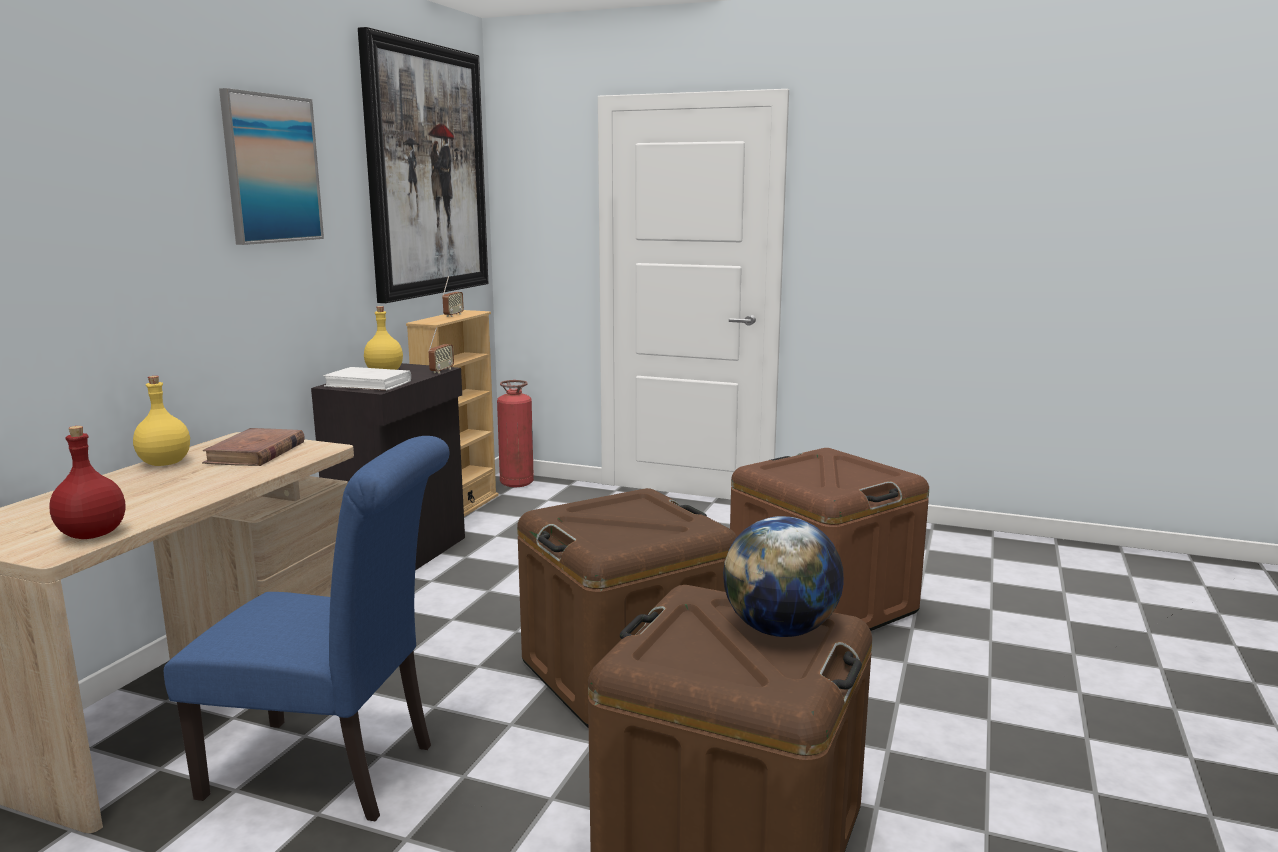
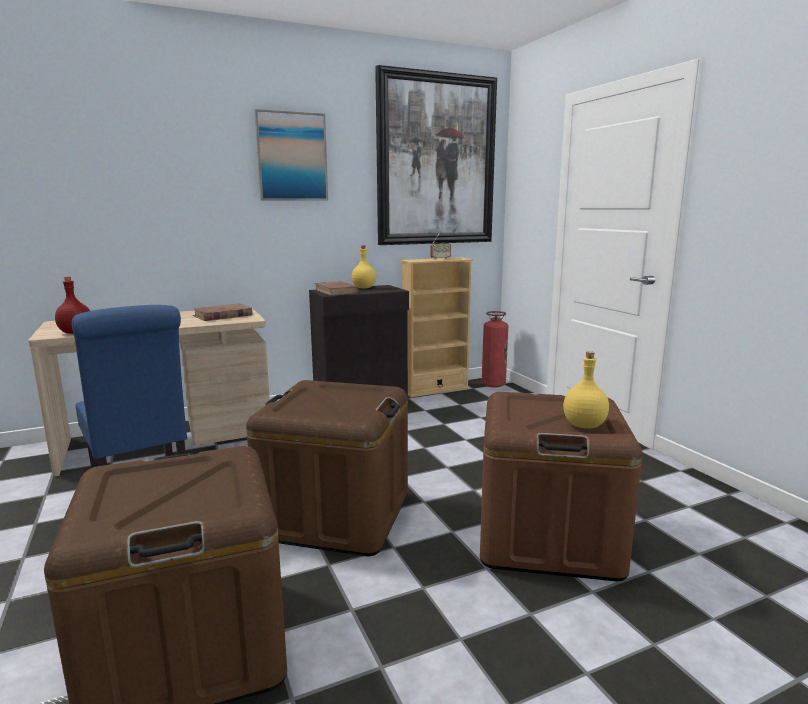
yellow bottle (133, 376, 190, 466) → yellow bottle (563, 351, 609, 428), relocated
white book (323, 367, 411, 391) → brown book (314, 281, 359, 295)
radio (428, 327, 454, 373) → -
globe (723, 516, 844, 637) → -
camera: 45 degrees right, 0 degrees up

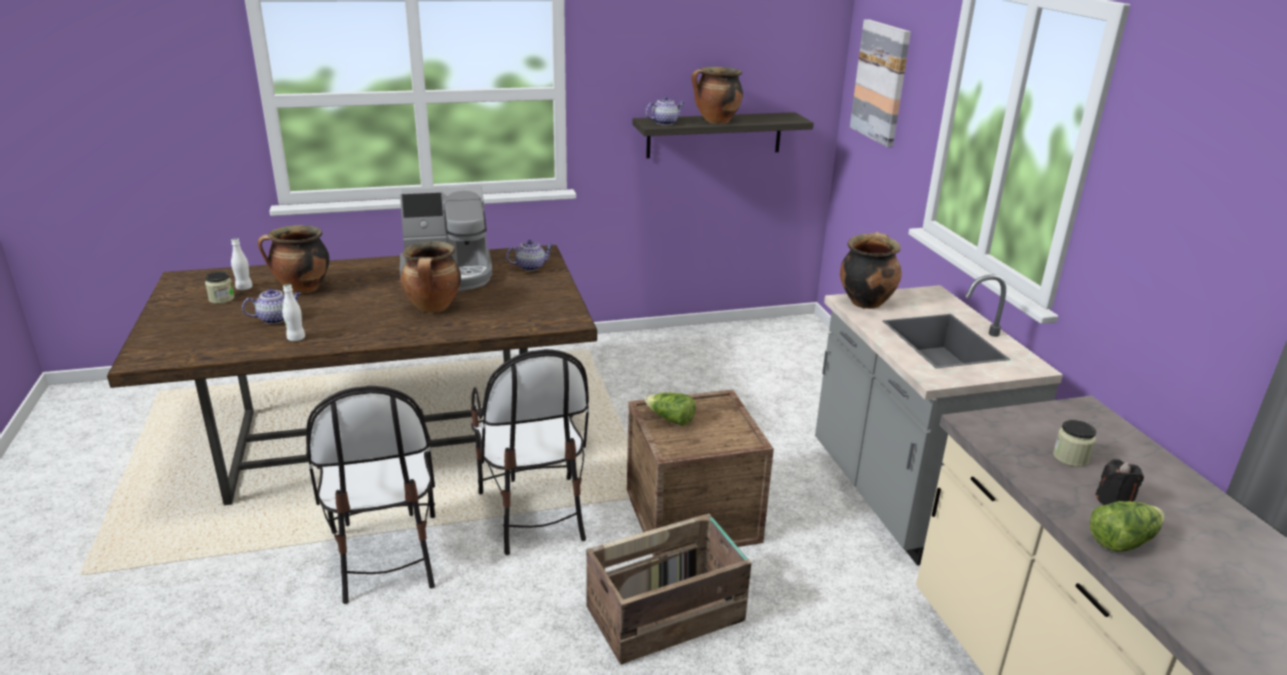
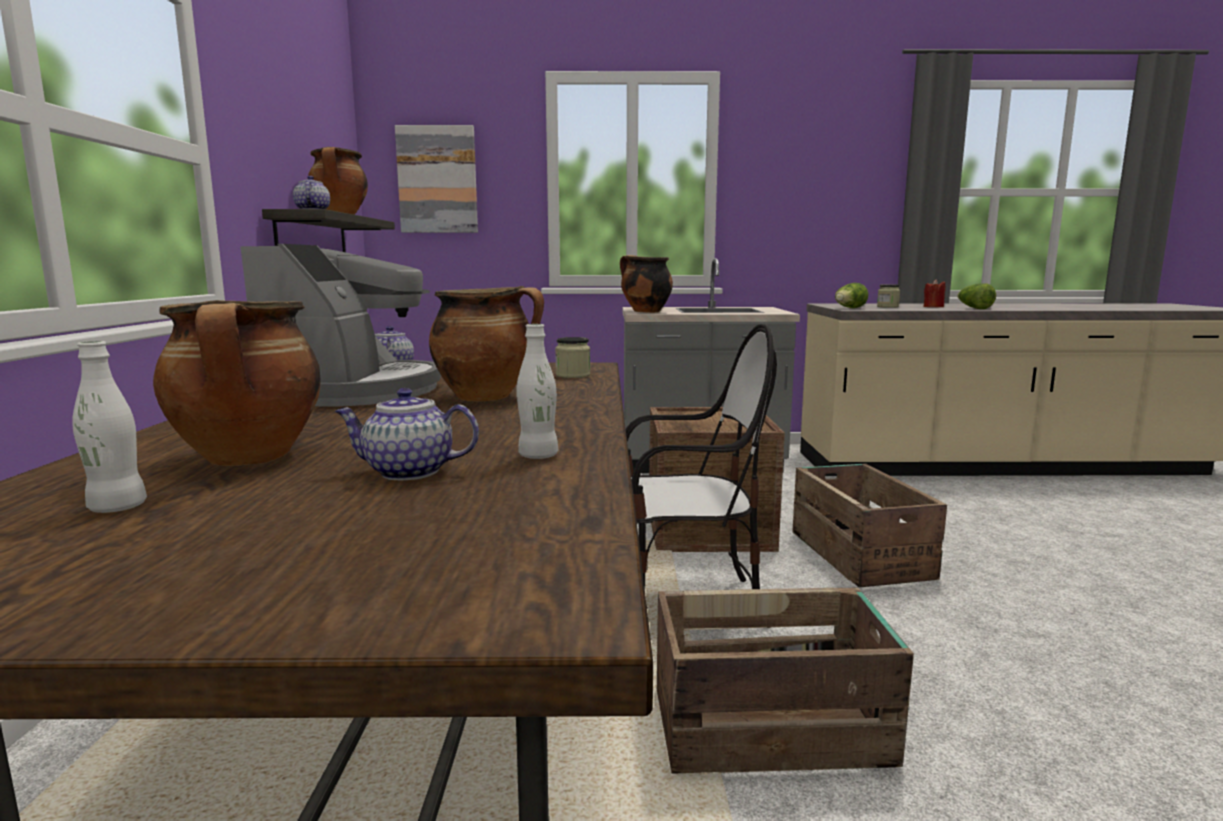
jar (205, 272, 234, 304) → jar (555, 337, 590, 378), relocated
teapot (242, 289, 301, 324) → teapot (335, 388, 479, 480), 75 degrees counterclockwise
chair (306, 386, 435, 604) → crate (657, 587, 914, 774)
lettuce (645, 392, 696, 426) → lettuce (835, 283, 868, 308), relocated
black candle (1095, 459, 1144, 505) → red candle (923, 279, 945, 307)
camera: 75 degrees left, 15 degrees down

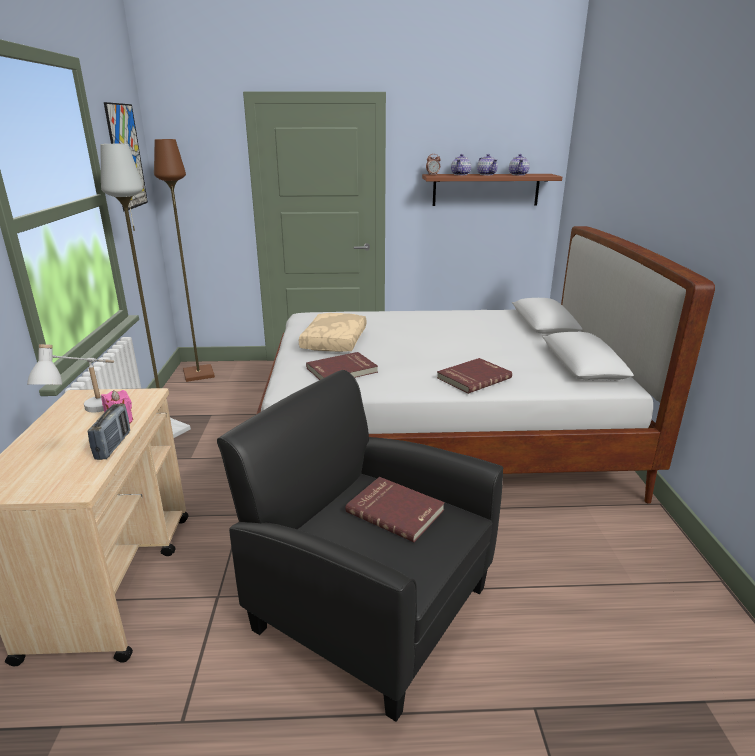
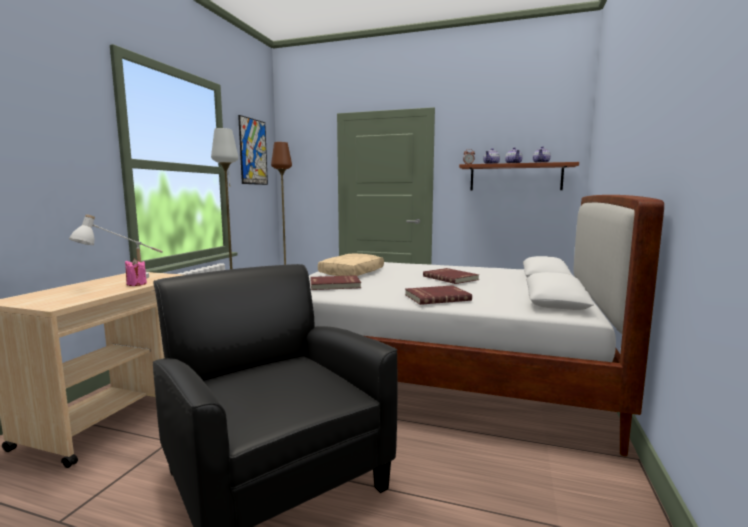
radio (88, 404, 130, 460) → -
red book (345, 477, 445, 542) → red book (423, 268, 479, 284), relocated
camera: 20 degrees right, 15 degrees down

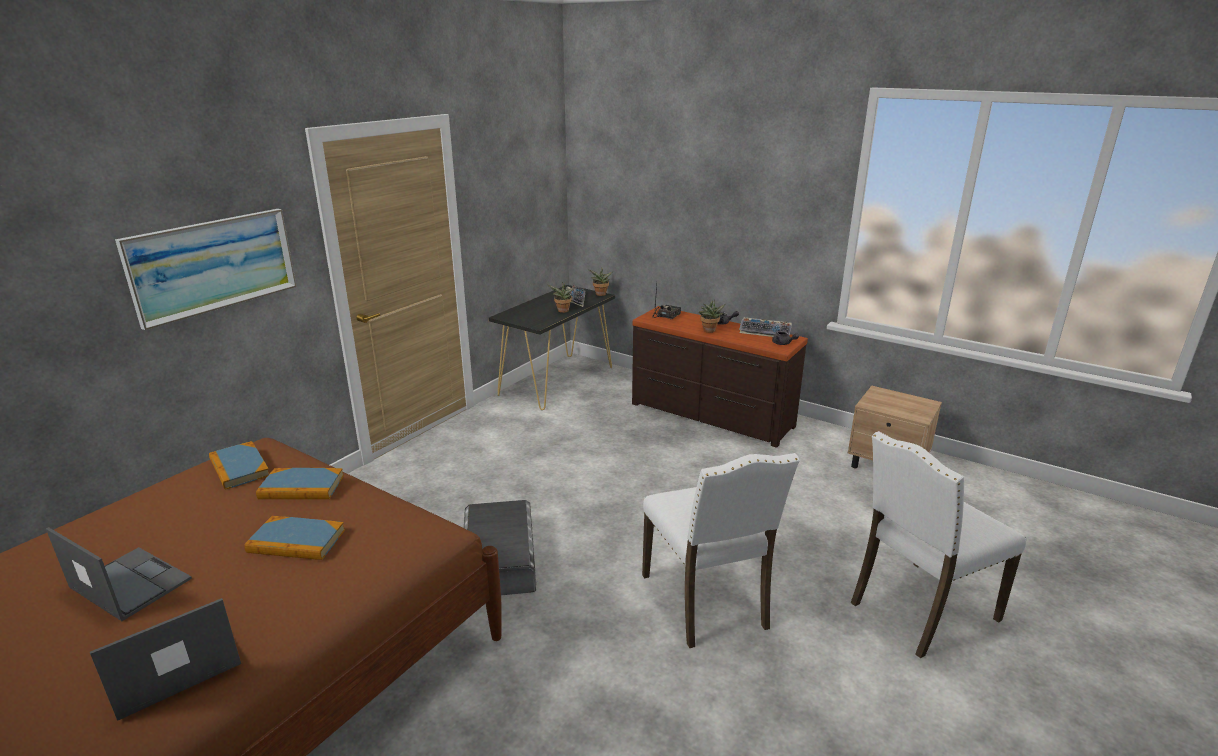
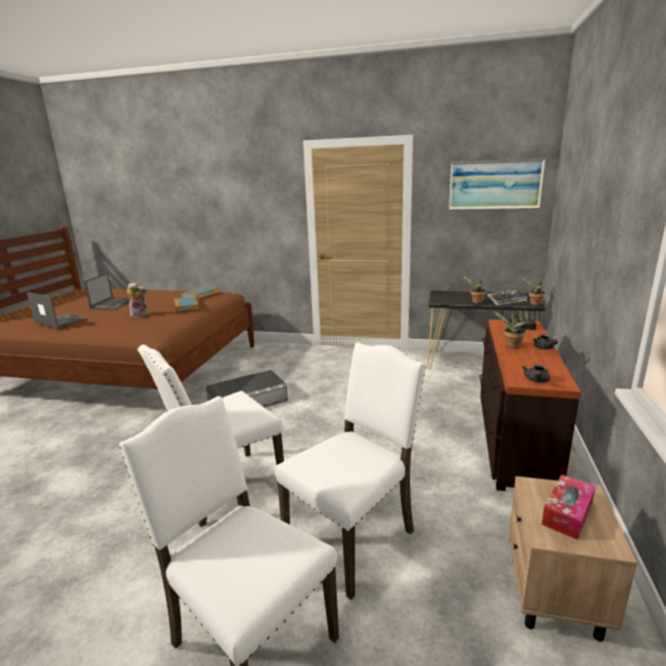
picture (115, 209, 297, 330) → picture (448, 158, 546, 210), relocated
book (244, 516, 345, 560) → plush toy (127, 283, 148, 317)
keyboard (739, 317, 792, 337) → -
- → white chair (275, 342, 427, 600)
- → tissue box (541, 474, 596, 540)
camera: 70 degrees right, 5 degrees down

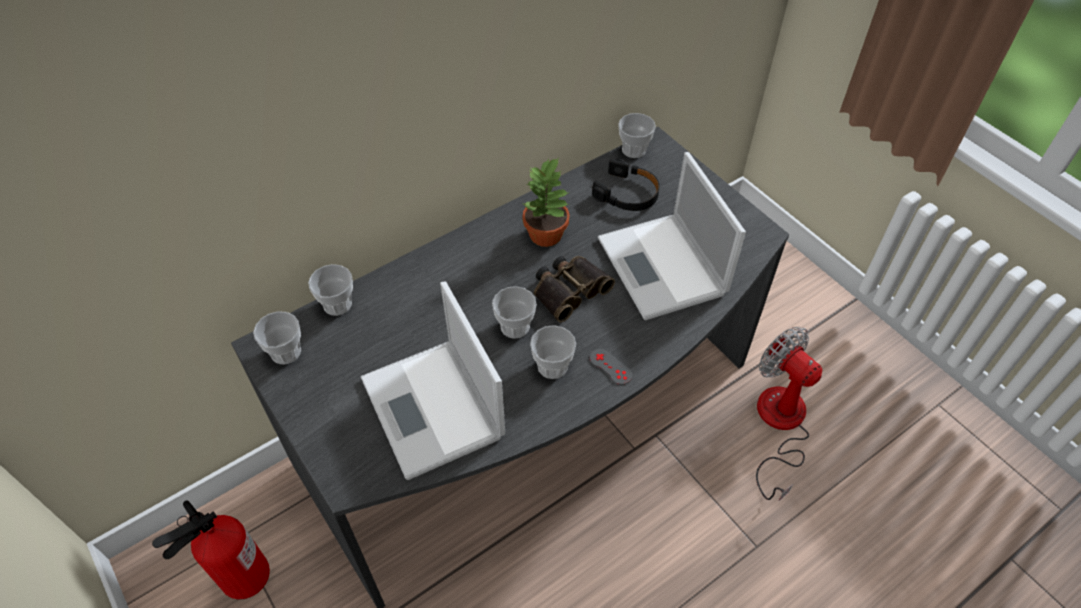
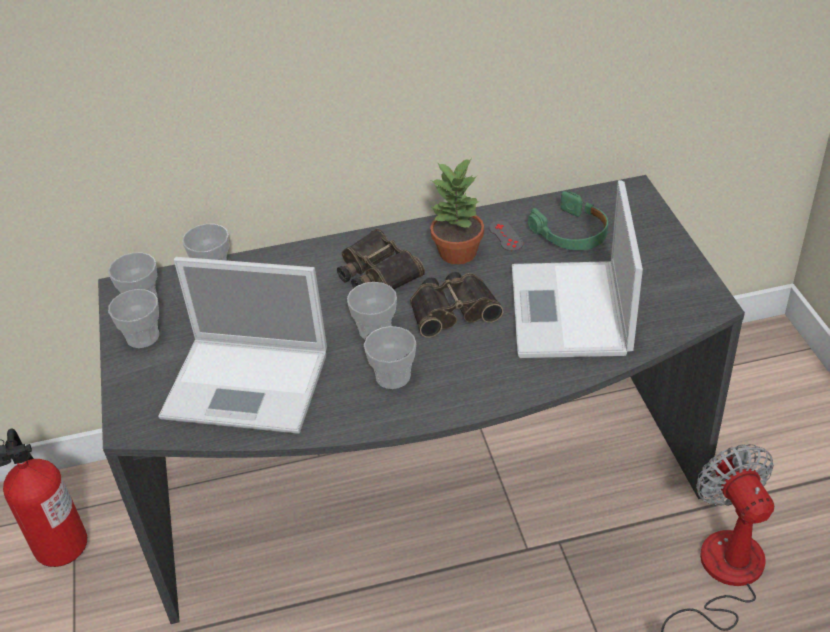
laptop (361, 282, 505, 480) → laptop (158, 257, 327, 434), 75 degrees counterclockwise
grey game controller (590, 349, 632, 385) → grey game controller (489, 221, 523, 251), relocated
black headphones (592, 159, 660, 211) → green headphones (528, 191, 608, 250)
cup (618, 113, 656, 158) → cup (108, 289, 159, 348), relocated
- → binoculars (337, 228, 425, 289)
camera: 25 degrees right, 10 degrees down

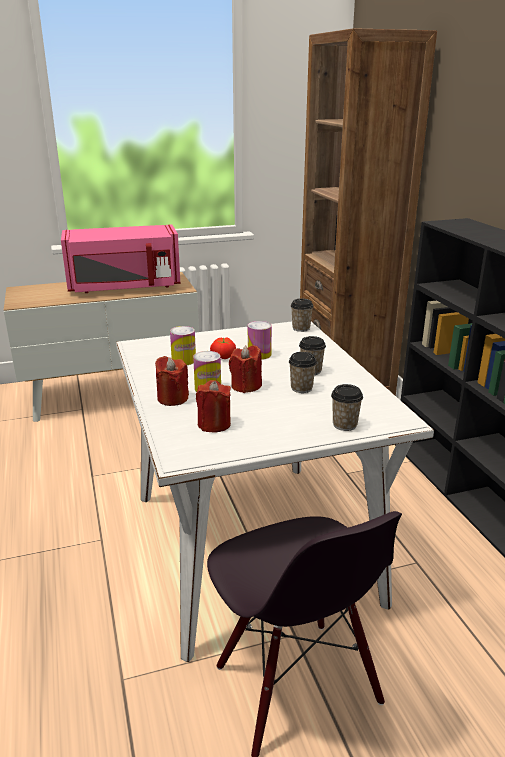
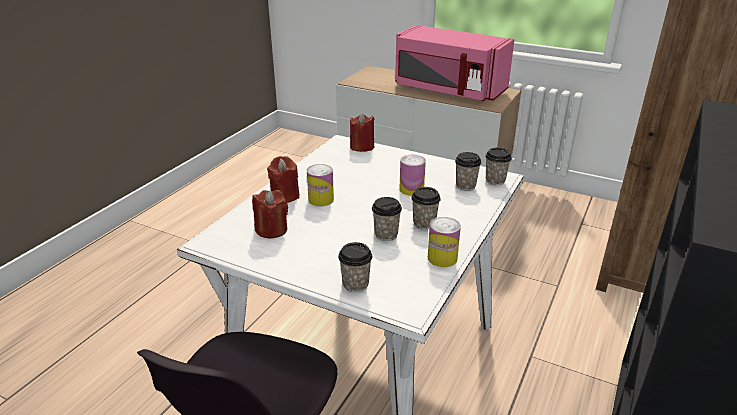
can (170, 326, 196, 365) → can (428, 217, 461, 267), relocated
tomato (210, 337, 236, 359) → -
red candle (229, 345, 262, 393) → red candle (350, 113, 375, 152), relocated
- → cup (455, 152, 481, 190)
camera: 45 degrees right, 5 degrees up

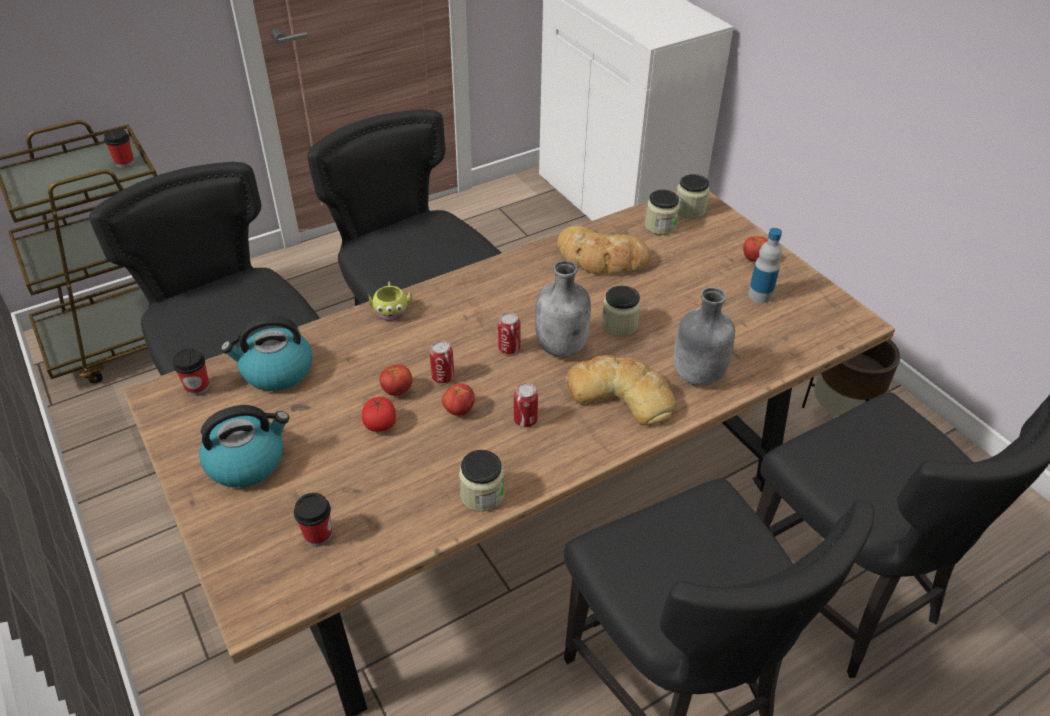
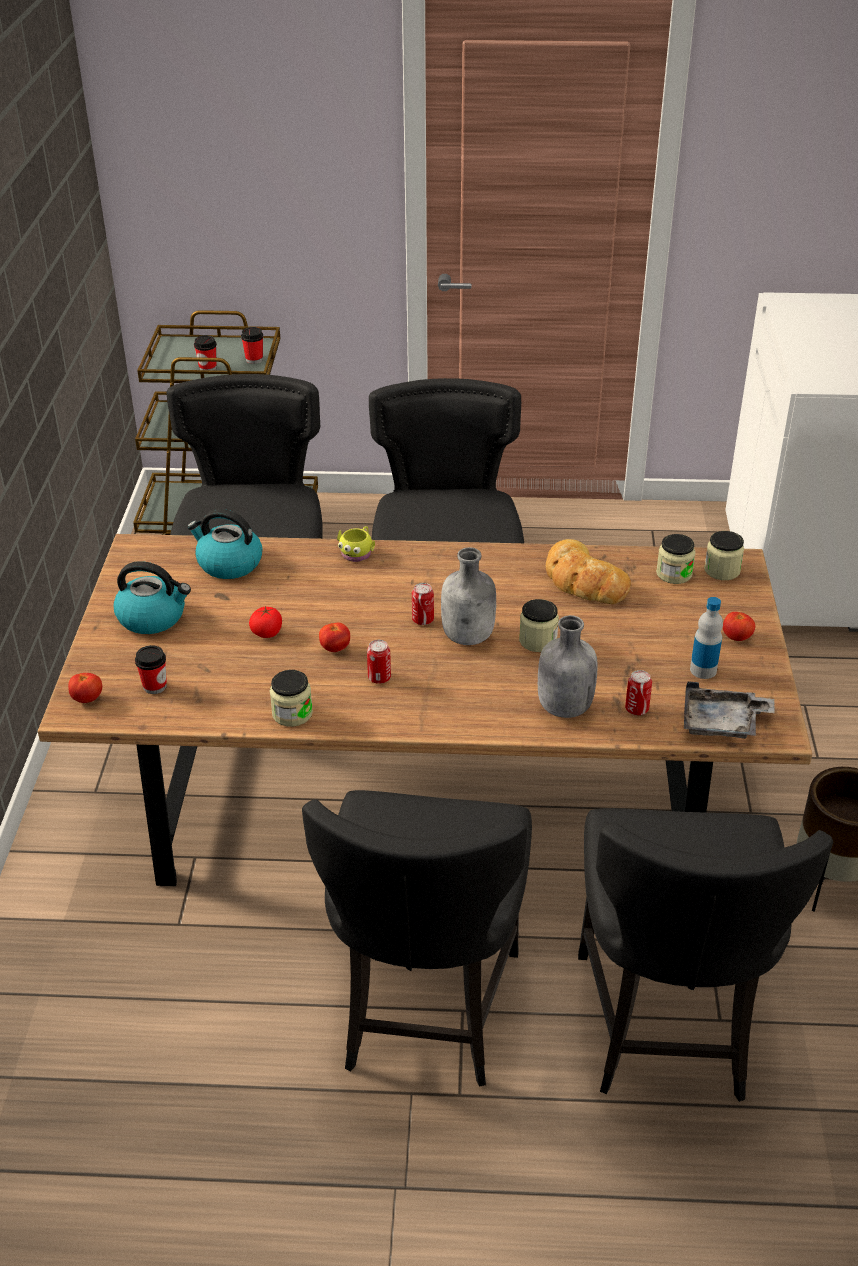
cup (173, 348, 210, 396) → cup (194, 335, 217, 370), relocated
tomato (379, 365, 412, 396) → tomato (68, 673, 102, 703), relocated
can (430, 340, 454, 383) → can (625, 670, 652, 715), relocated
bread (566, 355, 675, 425) → -
- → grey tray (684, 682, 775, 739)
camera: 35 degrees right, 5 degrees down

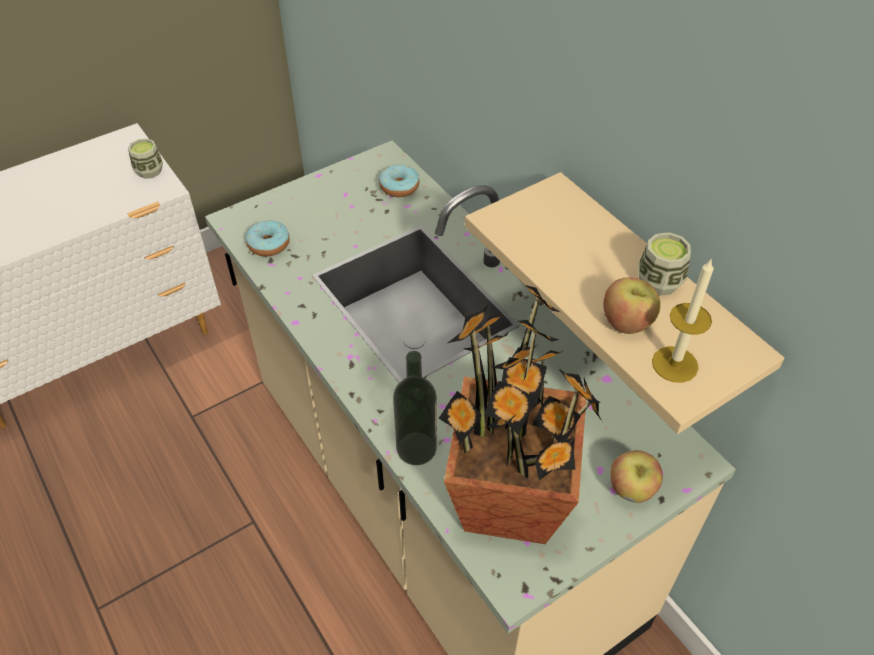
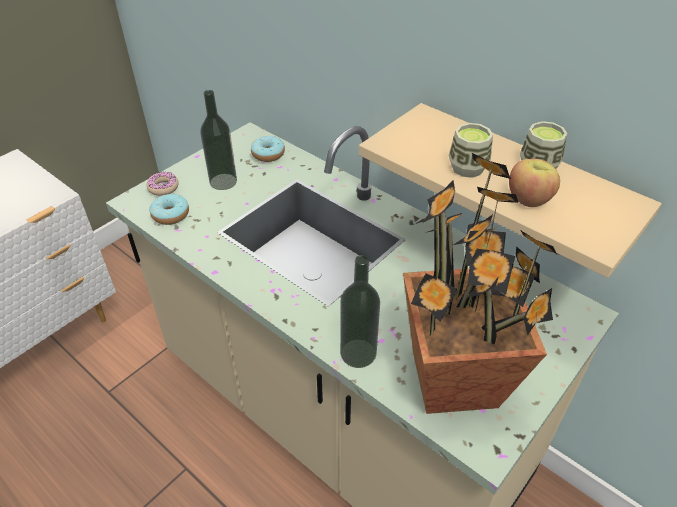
cup (128, 138, 163, 179) → cup (448, 123, 493, 178), relocated
apple (610, 450, 663, 503) → -
candle (652, 258, 714, 383) → -
- → donut (147, 172, 179, 196)
- → bottle (200, 90, 237, 190)
camera: 15 degrees left, 5 degrees down

